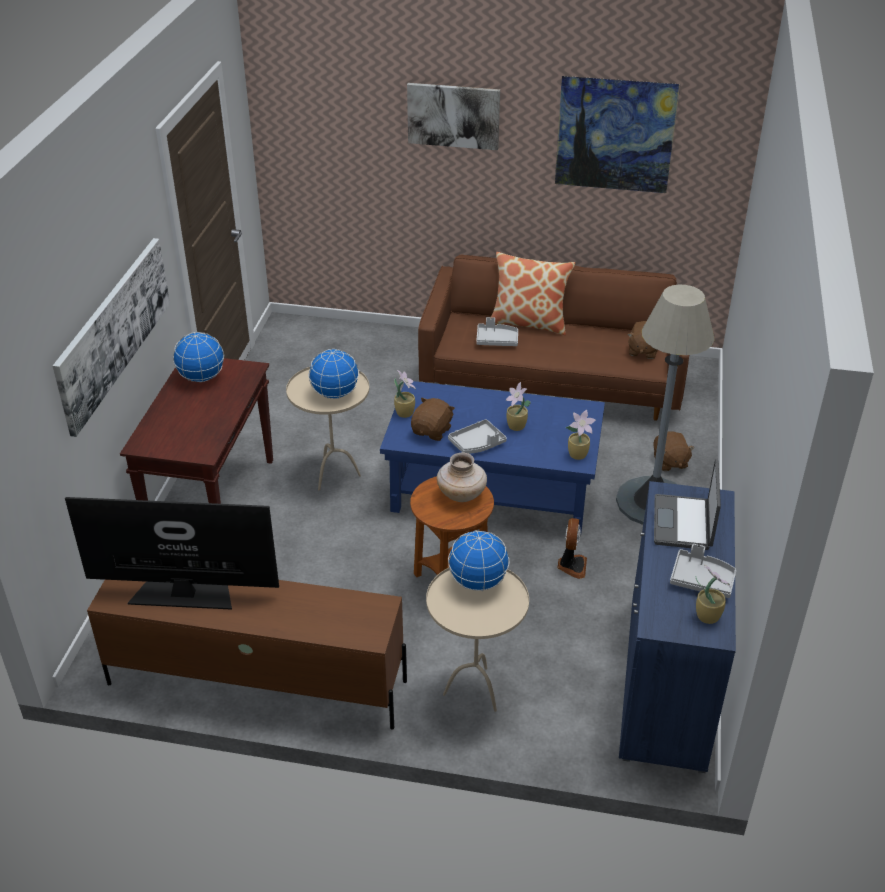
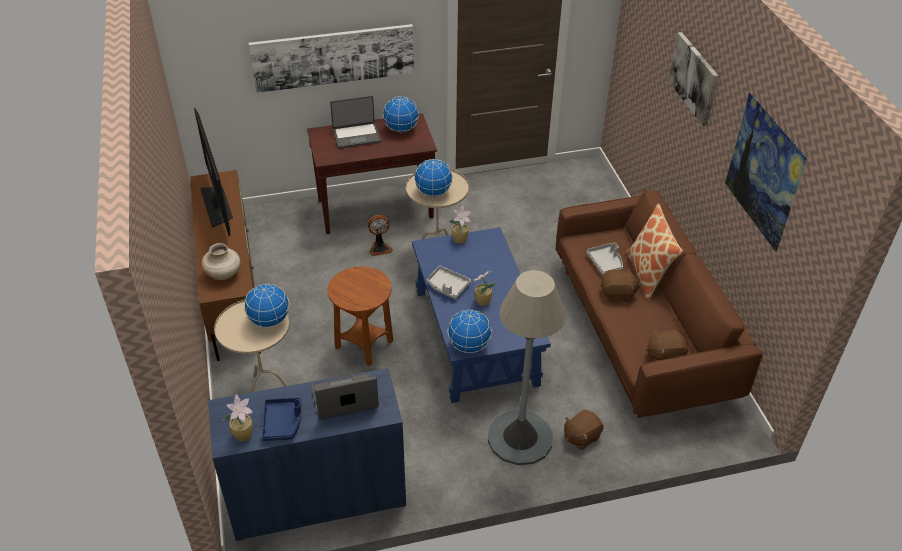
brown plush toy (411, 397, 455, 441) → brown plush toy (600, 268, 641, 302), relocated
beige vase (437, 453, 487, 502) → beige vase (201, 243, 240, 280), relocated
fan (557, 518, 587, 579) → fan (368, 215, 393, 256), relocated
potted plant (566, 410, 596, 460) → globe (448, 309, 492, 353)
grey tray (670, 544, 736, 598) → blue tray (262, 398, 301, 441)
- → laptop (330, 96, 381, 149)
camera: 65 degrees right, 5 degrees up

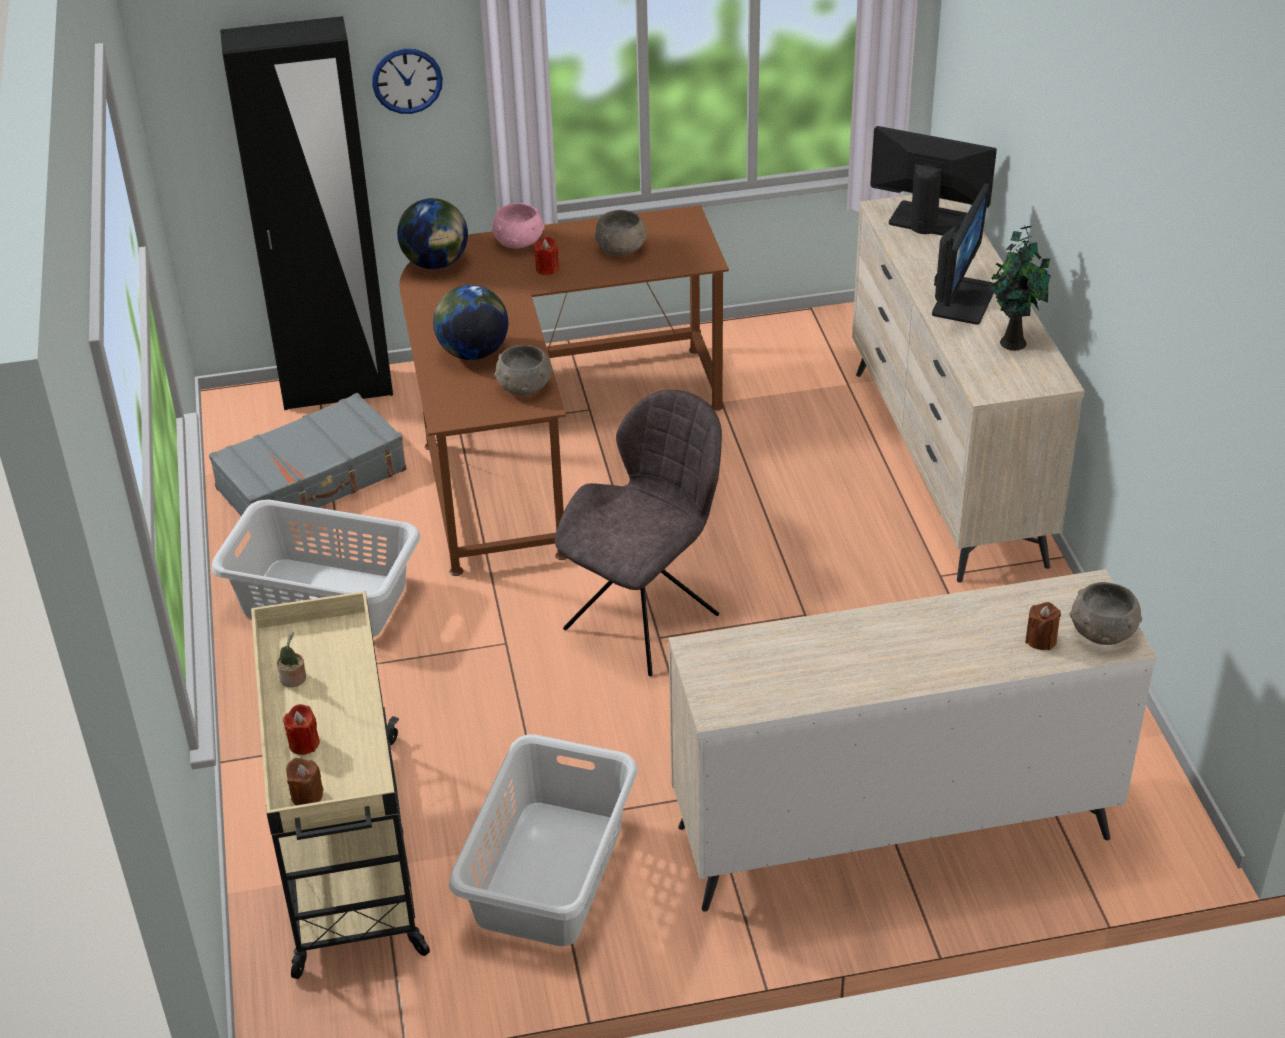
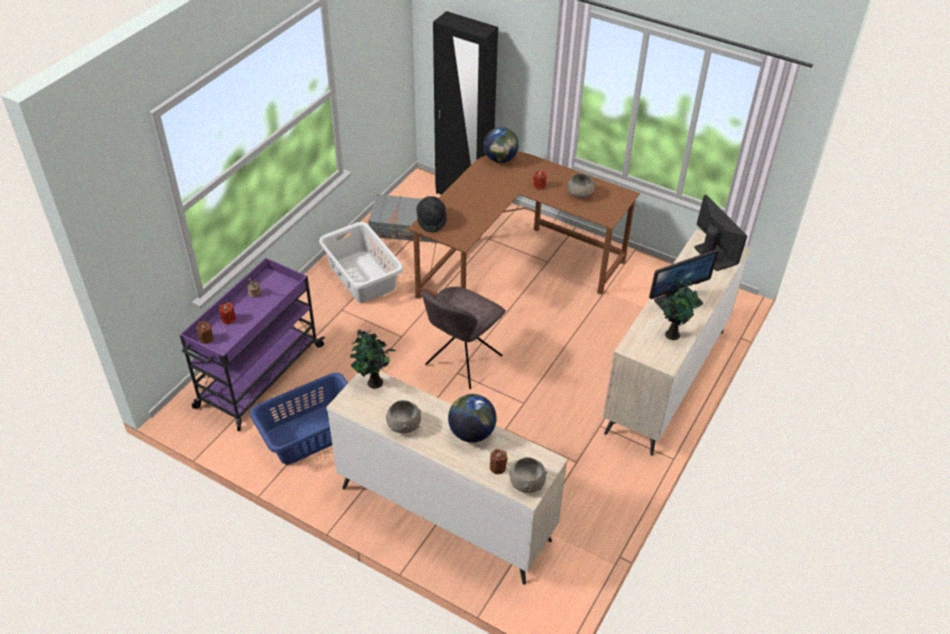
beige cart (251, 591, 430, 979) → purple cart (180, 258, 325, 431)
wall clock (372, 49, 443, 114) → -
globe (433, 285, 508, 360) → globe (448, 394, 497, 443), relocated
grey laundry basket (449, 734, 638, 946) → blue laundry basket (250, 373, 348, 465)
pink bowl (492, 203, 545, 248) → -
grey bowl (494, 345, 553, 395) → grey bowl (386, 400, 421, 433), relocated
grey chair (555, 390, 722, 676) → grey chair (422, 286, 506, 389), 135 degrees clockwise
- → potted plant (350, 329, 396, 389)
- → black hat (416, 196, 447, 232)
camera: 40 degrees right, 5 degrees up

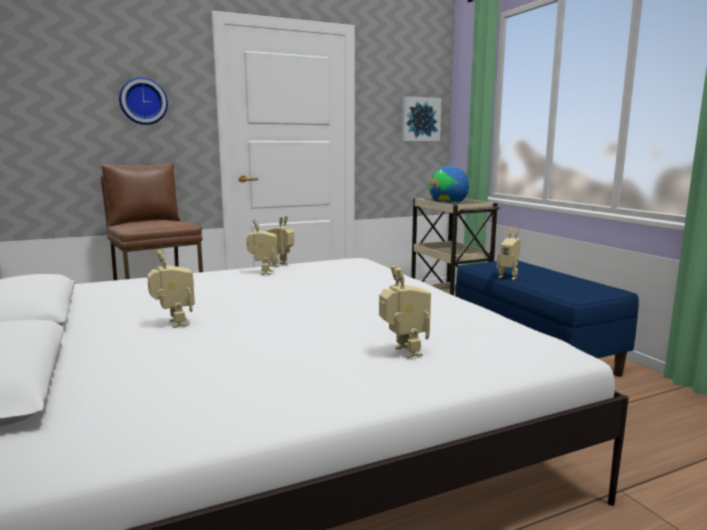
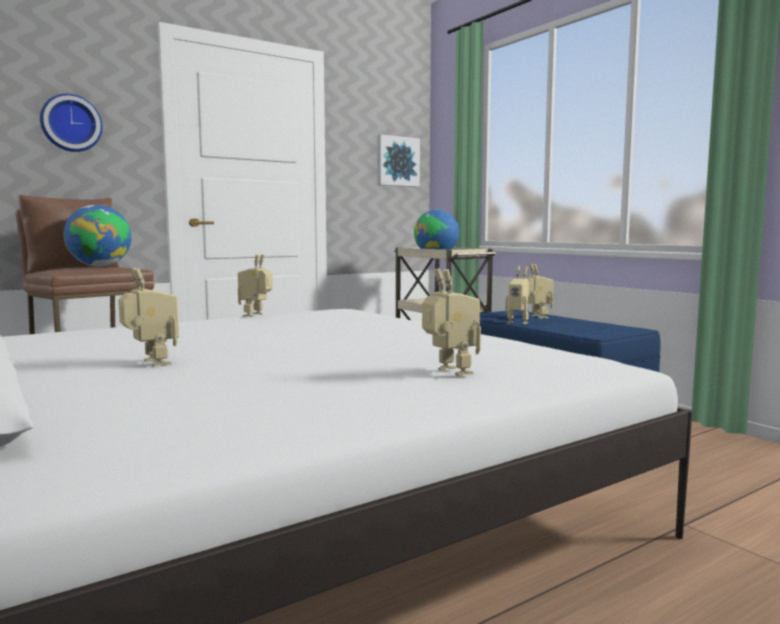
toy robot (246, 219, 277, 275) → toy robot (526, 264, 554, 319), relocated
- → globe (64, 205, 132, 267)
camera: 10 degrees left, 5 degrees down

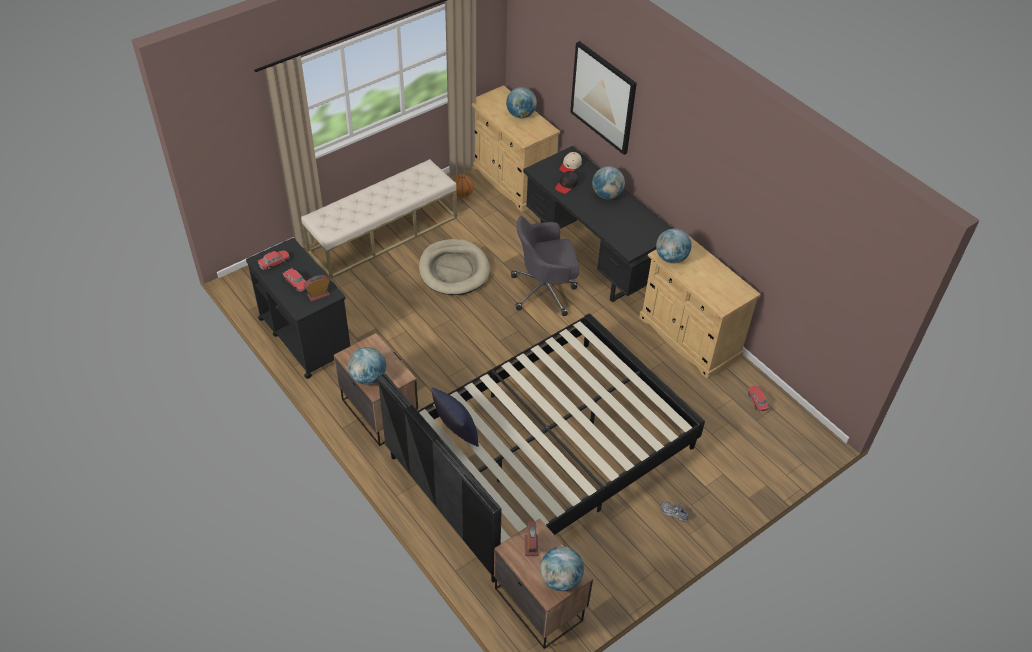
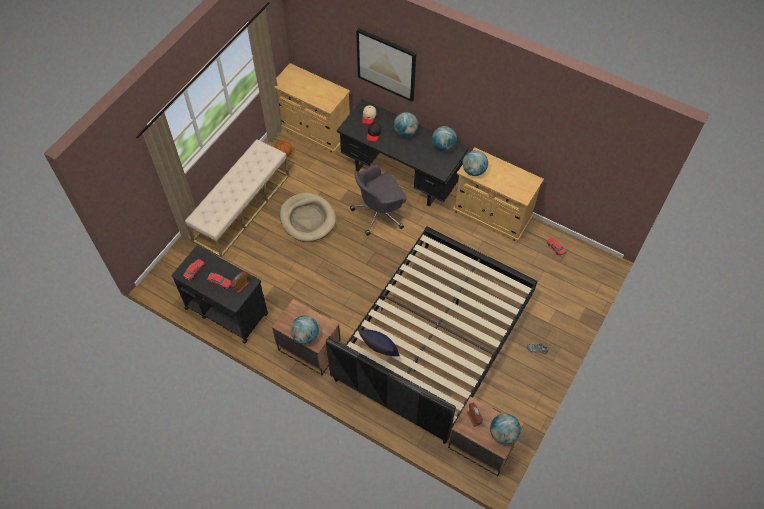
globe (506, 87, 537, 118) → globe (432, 126, 457, 151), relocated
camera: 20 degrees left, 10 degrees up

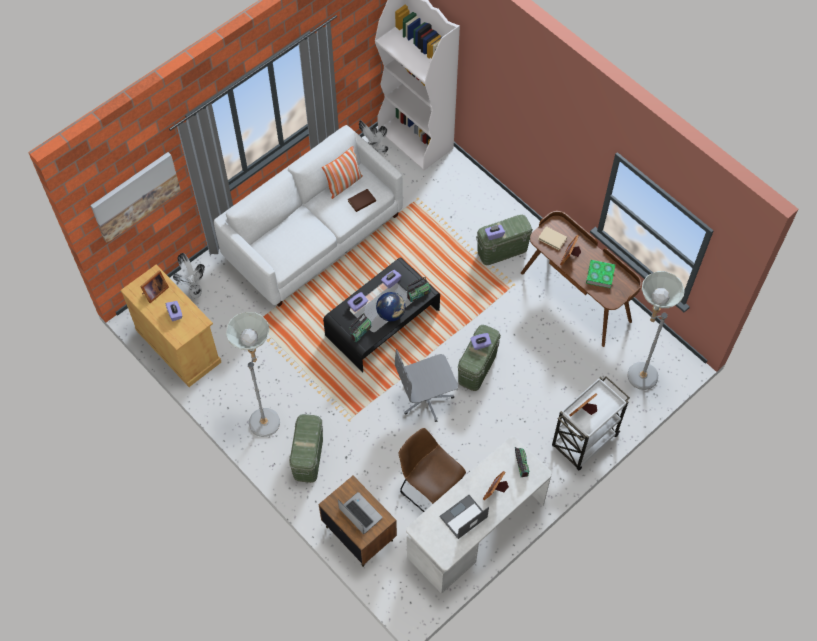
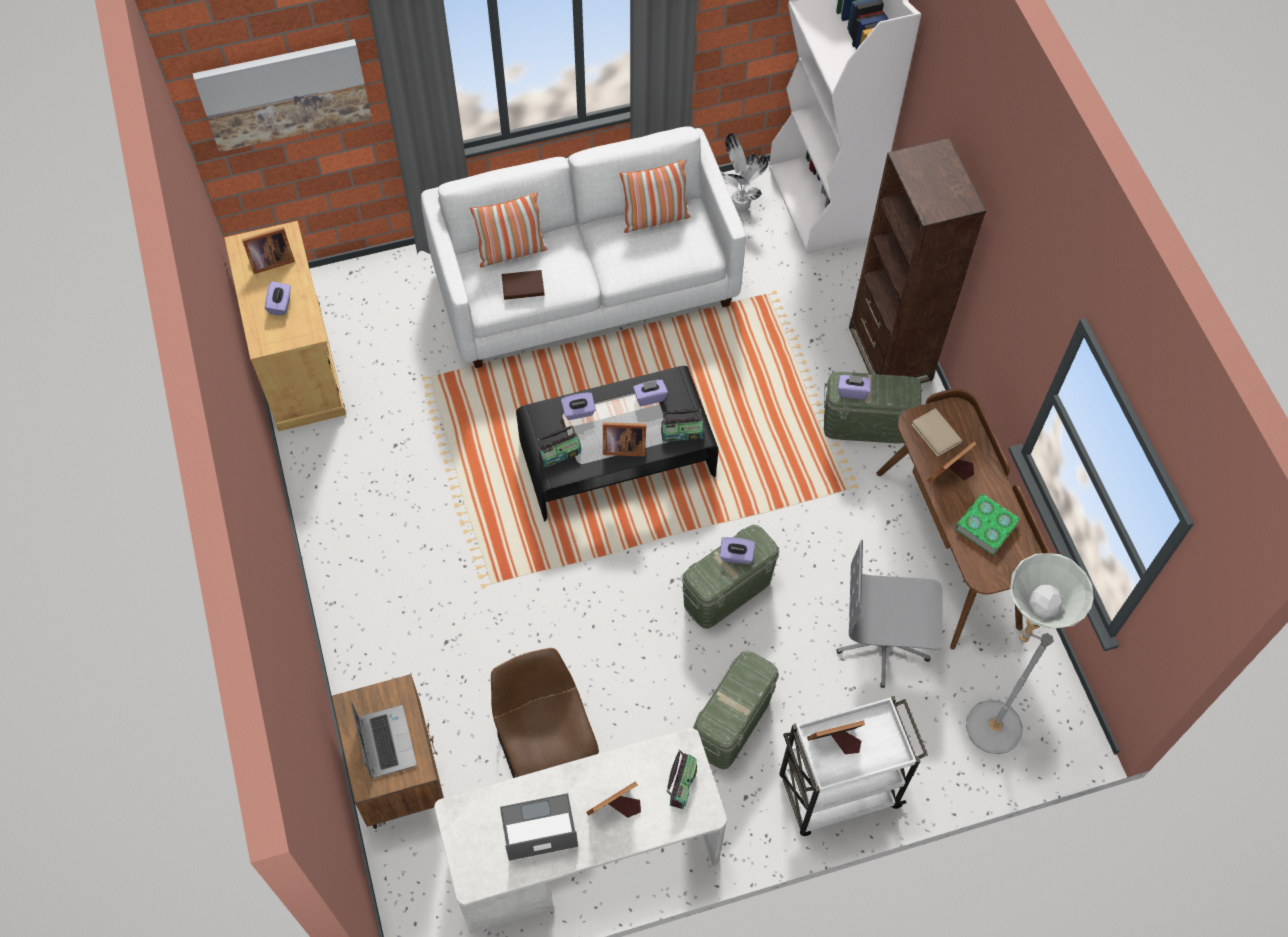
potted plant (173, 253, 205, 298) → -
grey floor lamp (226, 312, 280, 437) → -
green storage box (289, 414, 323, 483) → green storage box (693, 651, 779, 769), relocated
brown book (348, 189, 376, 212) → brown book (501, 270, 545, 300), relocated
globe (376, 292, 406, 321) → picture frame (603, 422, 646, 457)
grey office chair (395, 349, 458, 422) → grey office chair (836, 540, 942, 688), relocated
- → pillow (470, 192, 547, 268)
- → brown bookcase (849, 138, 986, 383)
camera: 25 degrees right, 0 degrees up

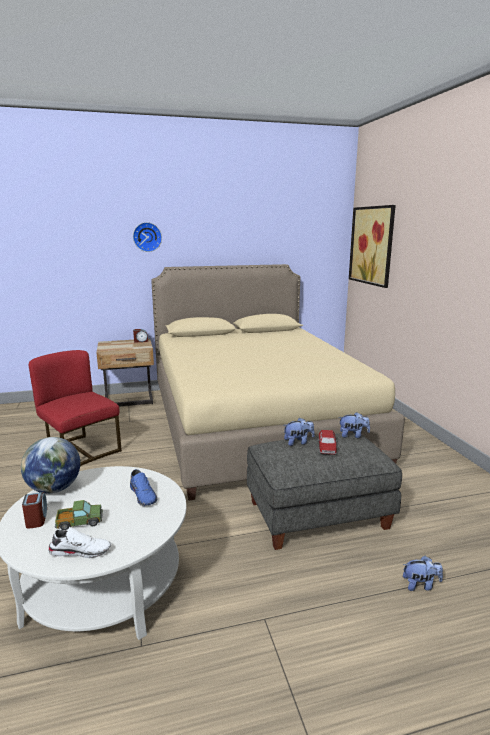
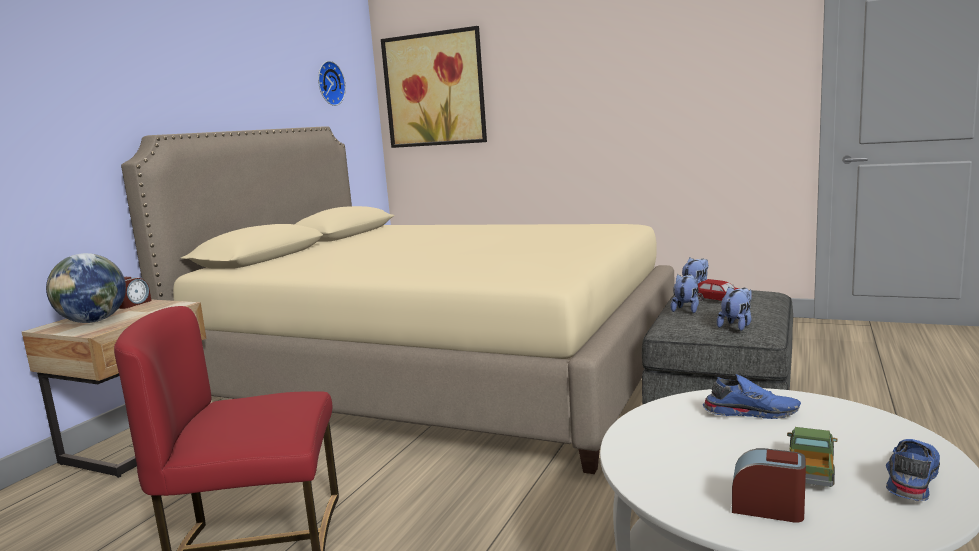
globe (21, 437, 80, 494) → globe (46, 253, 126, 323), relocated
white shoe (48, 527, 111, 558) → blue shoe (886, 439, 940, 501)
wall clock (133, 222, 162, 252) → wall clock (318, 61, 346, 106), relocated
plush toy (403, 556, 443, 591) → plush toy (717, 287, 752, 331), relocated
camera: 50 degrees left, 5 degrees down

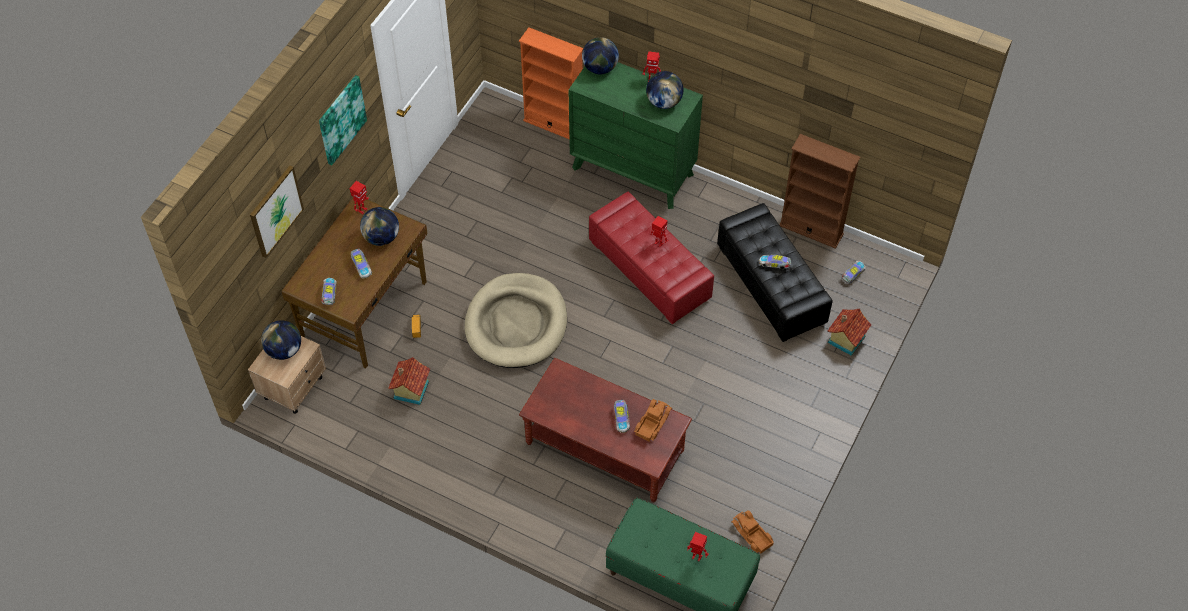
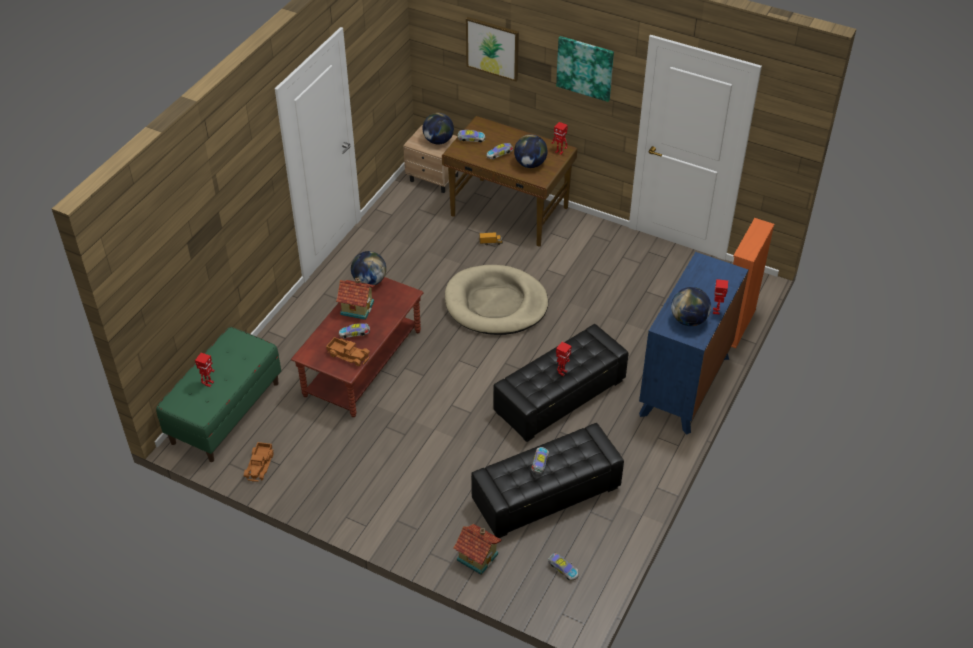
toy house (388, 357, 430, 405) → toy house (336, 278, 376, 320), relocated
green dresser (568, 62, 703, 209) → blue dresser (639, 252, 749, 435)
globe (582, 37, 619, 74) → globe (351, 251, 386, 285), relocated
red ottoman (589, 192, 714, 324) → black ottoman (493, 324, 629, 442)
toy truck (731, 510, 774, 553) → toy truck (244, 442, 274, 482), 135 degrees clockwise
brown bookcase (779, 134, 861, 249) → -
camera: 90 degrees right, 10 degrees down

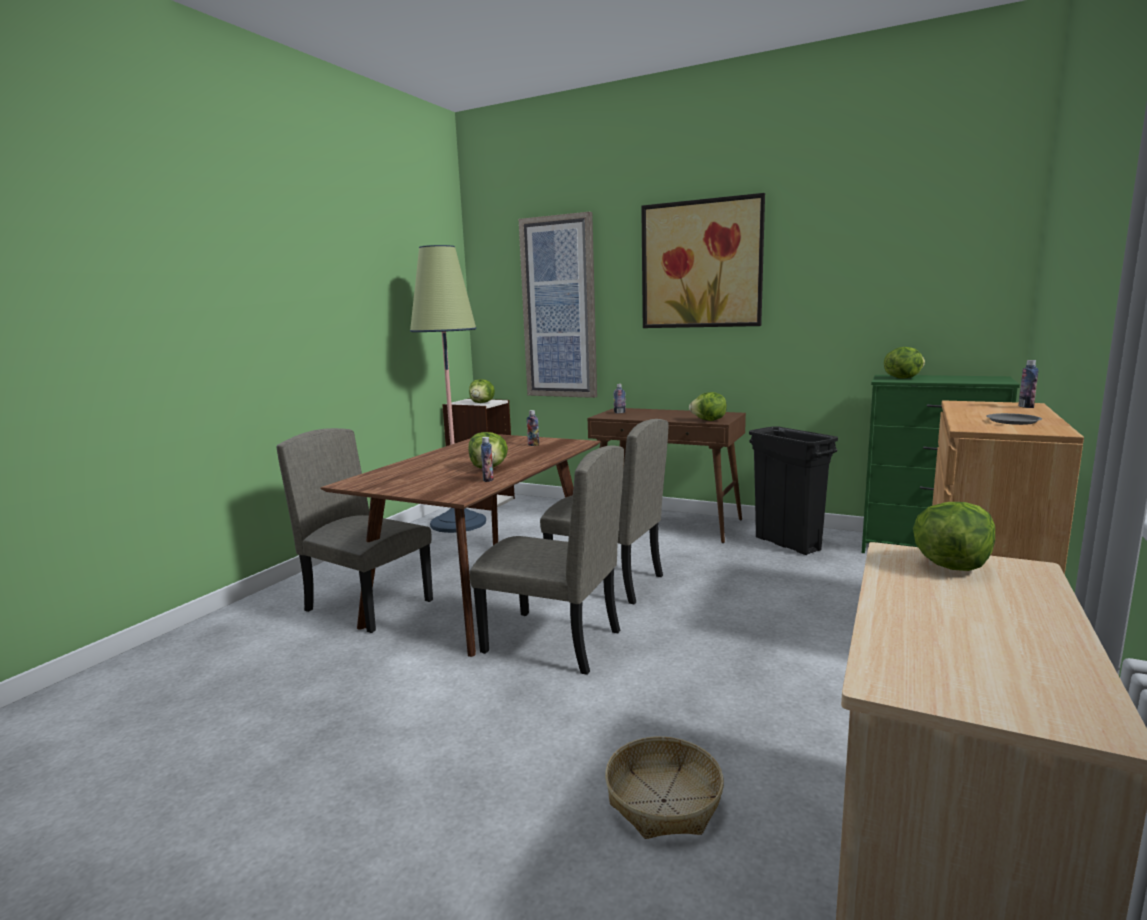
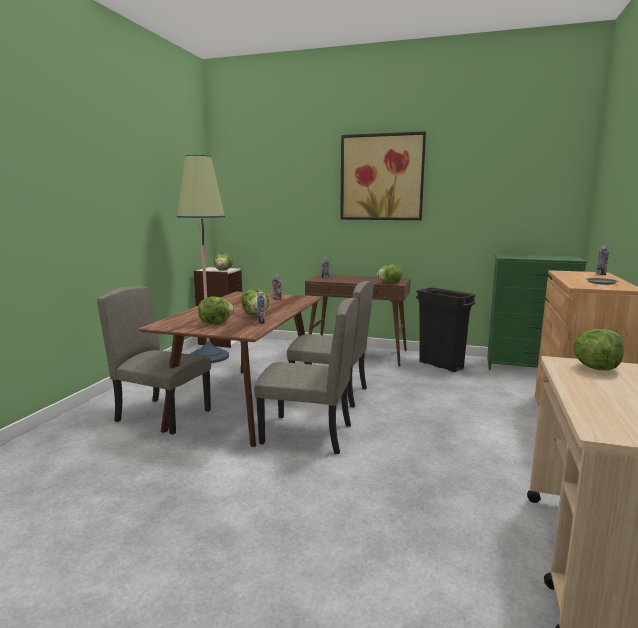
picture (519, 212, 597, 398) → -
basket (605, 736, 724, 839) → -
lettuce (884, 347, 925, 379) → lettuce (198, 296, 235, 325), relocated
camera: 10 degrees left, 0 degrees up

